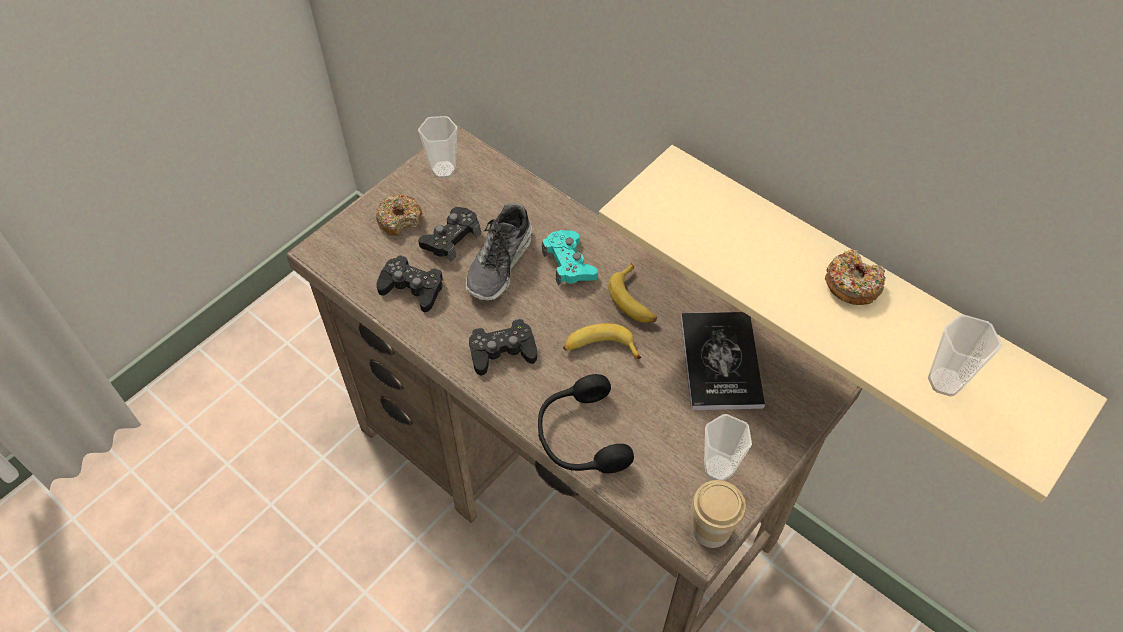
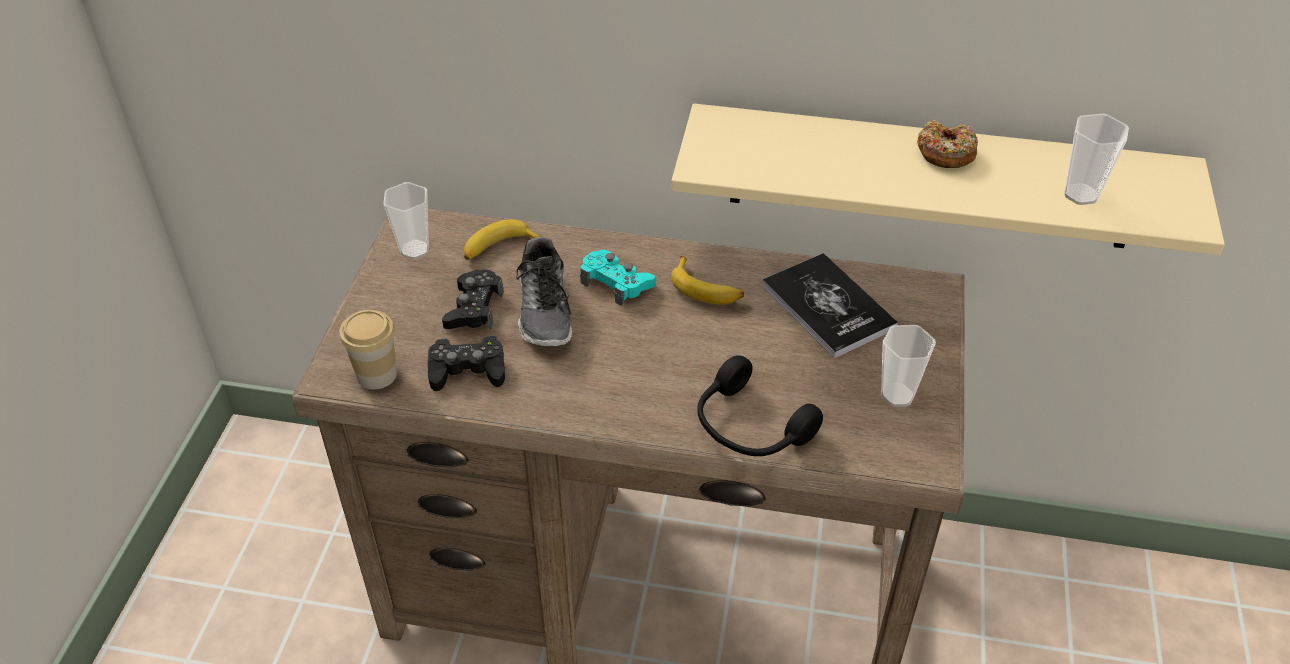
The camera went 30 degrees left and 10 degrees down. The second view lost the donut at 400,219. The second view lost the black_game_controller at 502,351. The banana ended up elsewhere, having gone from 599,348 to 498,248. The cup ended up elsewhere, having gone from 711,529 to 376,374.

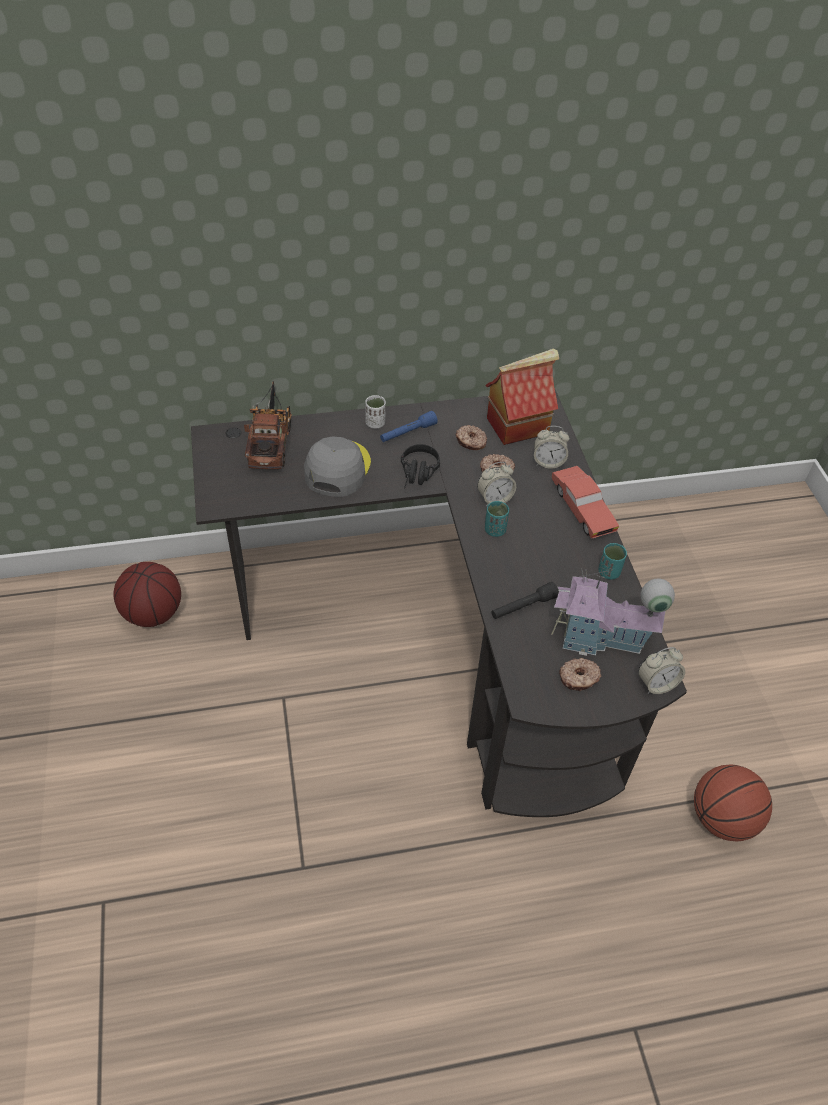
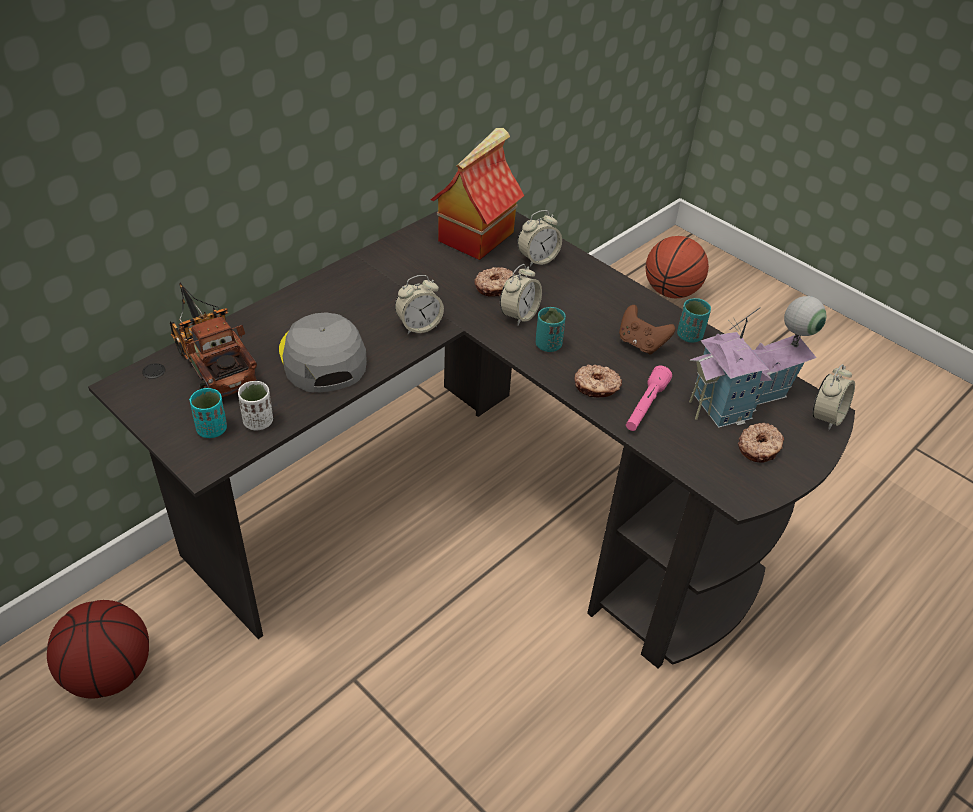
The camera went 35 degrees left and 5 degrees down. The white_cup ended up elsewhere, having gone from 375,423 to 258,422. The second view lost the blue_flashlight at 408,433. The donut ended up elsewhere, having gone from 471,442 to 596,387. Where the black_headphones stood at 418,475, the alarm_clock came to stand at 419,326. The second view lost the red_toy_car at 581,509. What was the black_flashlight at 523,607 turned into the pink_flashlight at 645,406. The basketball ended up elsewhere, having gone from 722,818 to 671,291. The second view gained the brown_game_controller at 641,343. The second view gained the turquoise_cup at 212,429.

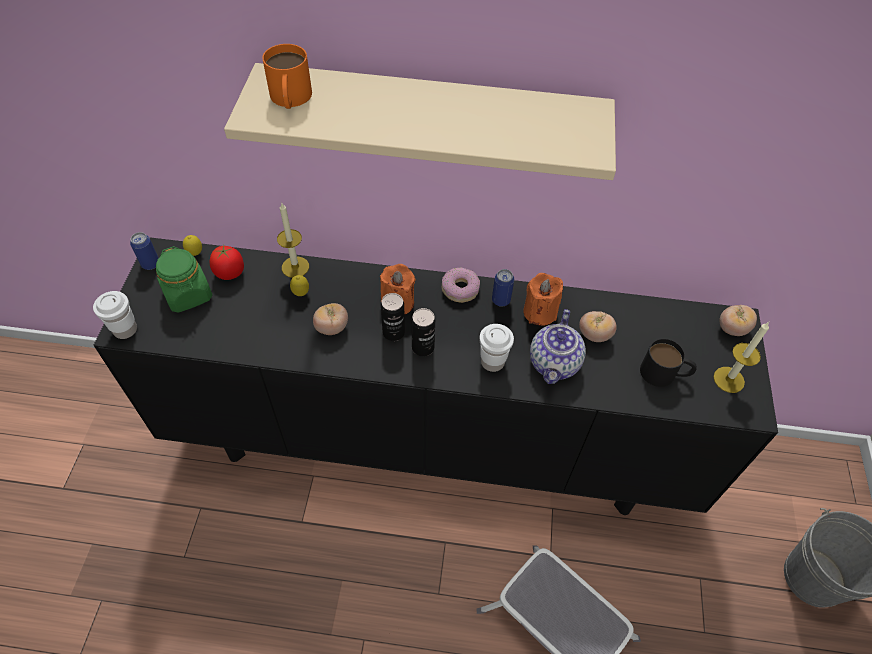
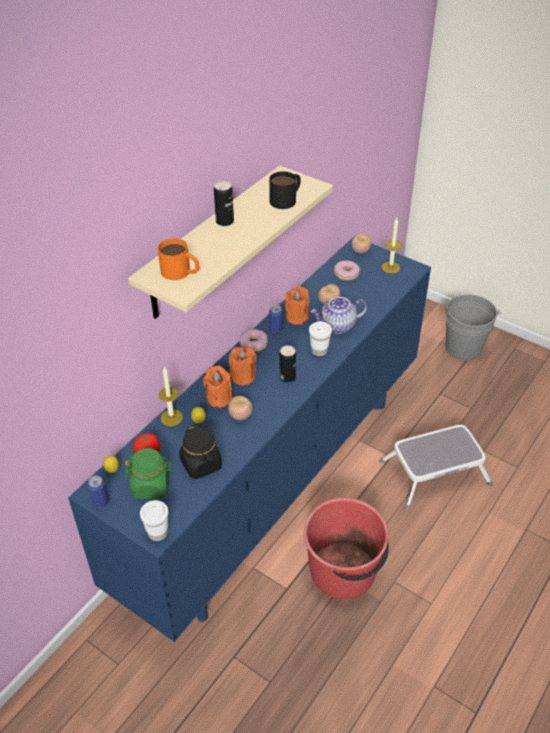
The camera went 60 degrees left and 10 degrees down. What was the black_cabinet at 432,445 turned into the blue_cabinet at 274,484. The can ended up elsewhere, having gone from 393,332 to 224,221. The teapot at 555,363 ended up facing another way, 120 degrees clockwise from before. The black_mug ended up elsewhere, having gone from 664,373 to 286,199. The second view gained the donut at 346,274. The second view gained the orange_candle at 219,398. The second view gained the black_jar at 201,464. The second view gained the red_bucket at 343,571.

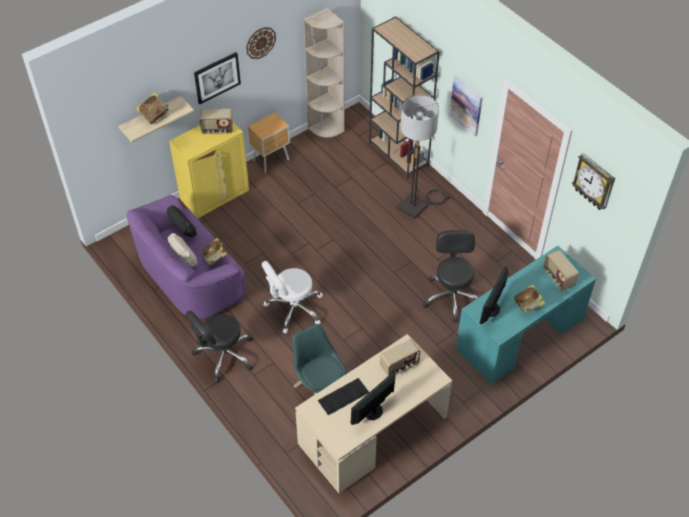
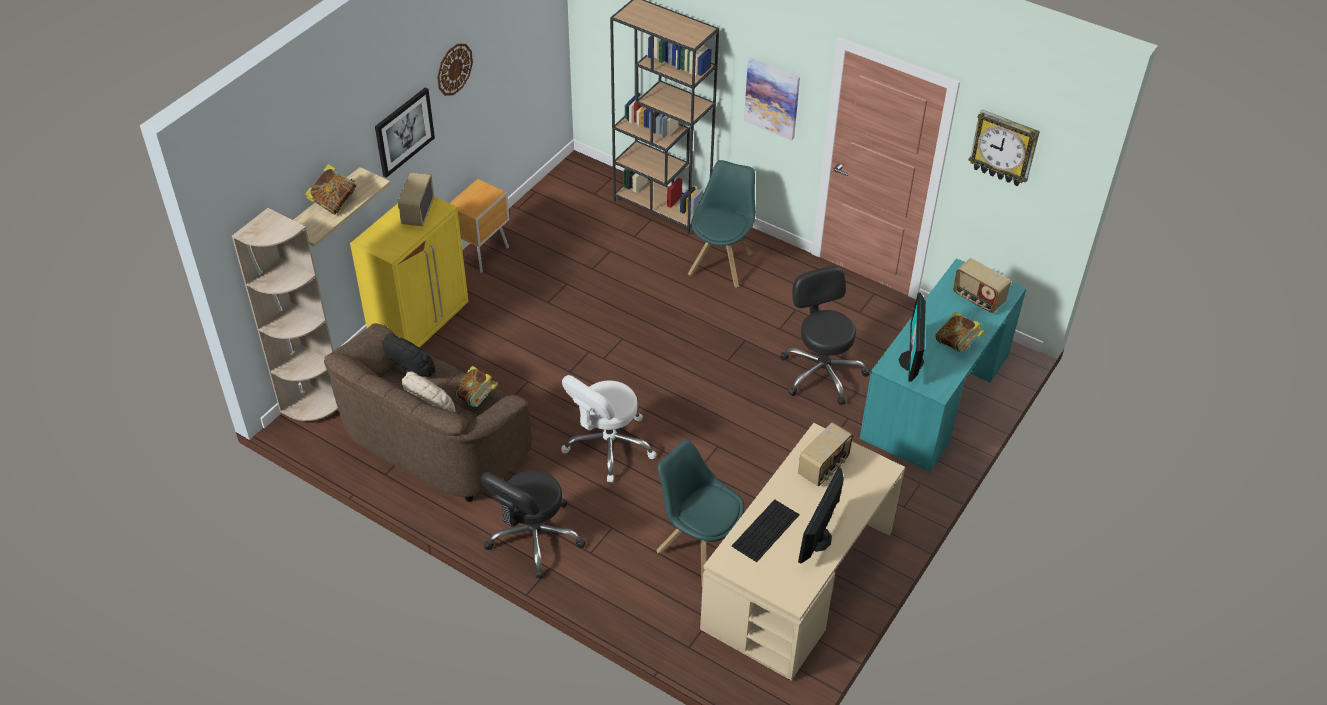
The camera went 20 degrees left and 5 degrees down. The beige_bookcase ended up elsewhere, having gone from 326,131 to 313,409. Where the floor_lamp stood at 419,204, the turquoise_chair came to stand at 721,264. The radio at 217,130 ended up facing another way, 120 degrees clockwise from before. What was the purple_sofa at 190,278 turned into the brown_sofa at 434,443.

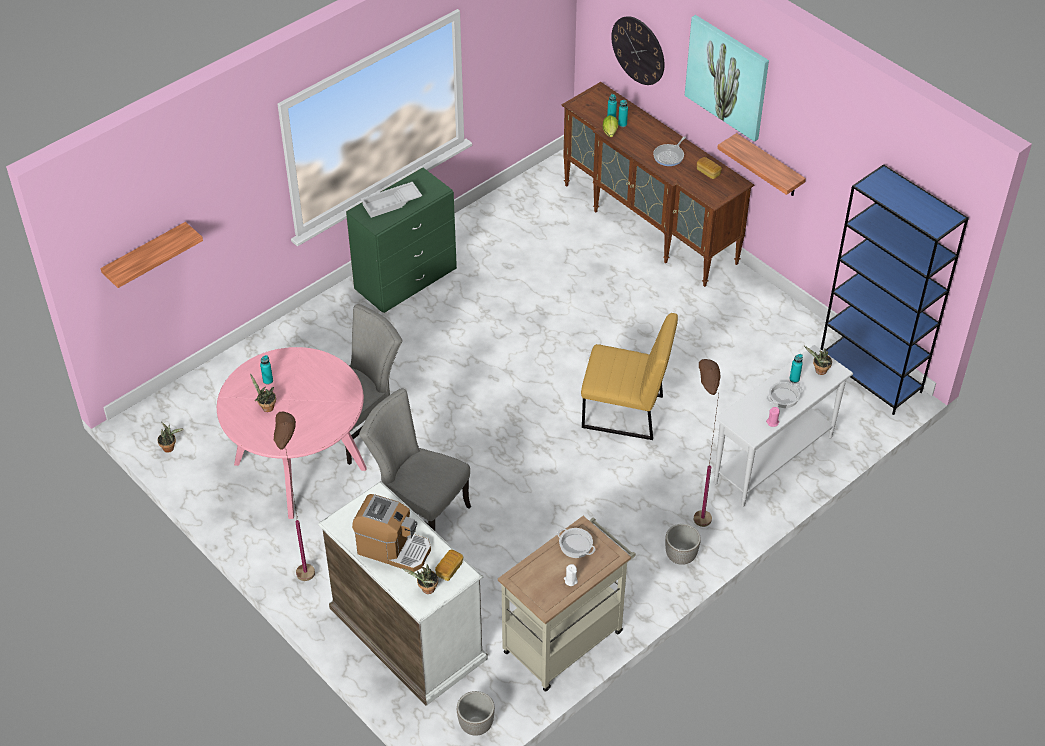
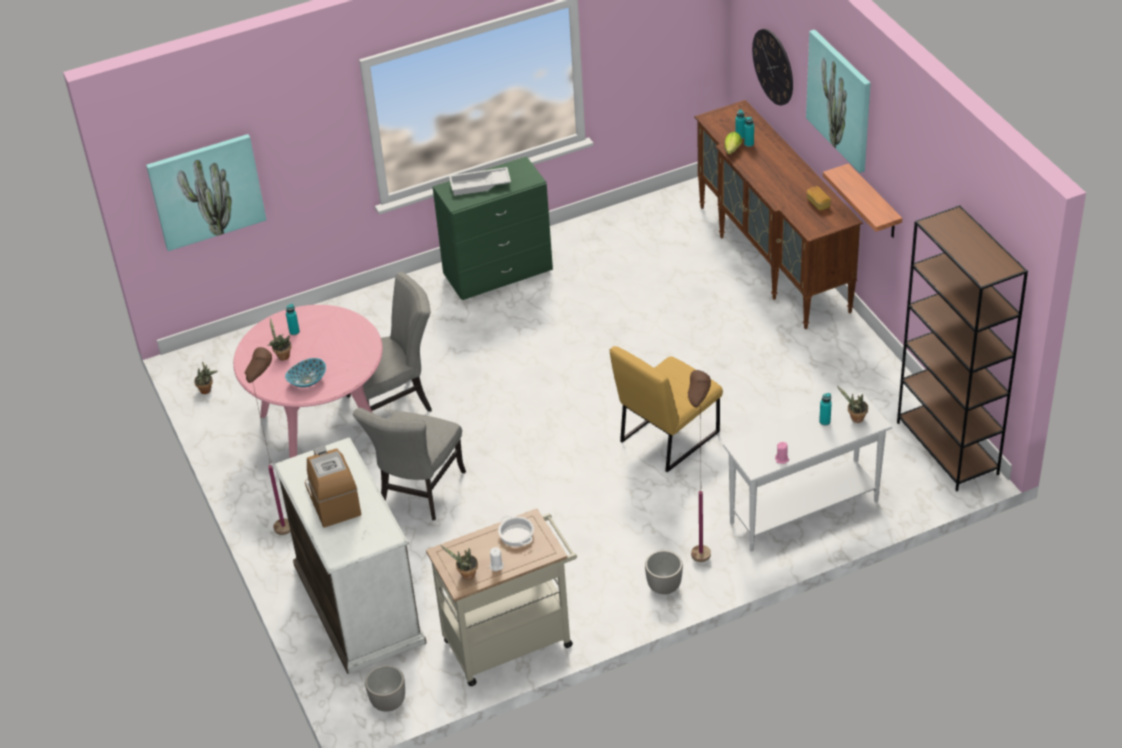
The camera went 20 degrees right and 5 degrees down. The second view lost the frying_pan at 669,156. What was the blue_bookcase at 870,376 turned into the brown_bookcase at 948,448. Where the shelf hung at 146,256, the picture came to hang at 206,191. The yellow_chair at 625,412 ended up facing another way, 105 degrees clockwise from before. The second view lost the cooking_pot at 783,398. The grey_chair at 419,511 ended up facing another way, 120 degrees counterclockwise from before. The coffee_machine at 393,548 ended up facing another way, 150 degrees counterclockwise from before. The second view lost the bread at 449,569. The potted_plant ended up elsewhere, having gone from 426,590 to 466,575. The second view gained the bowl at 307,381.

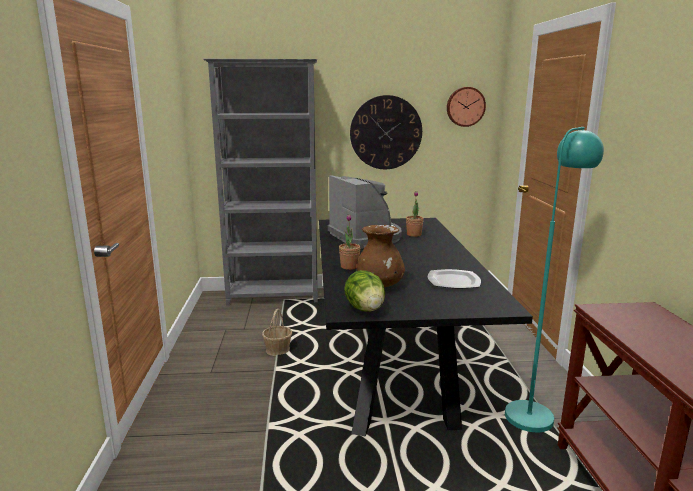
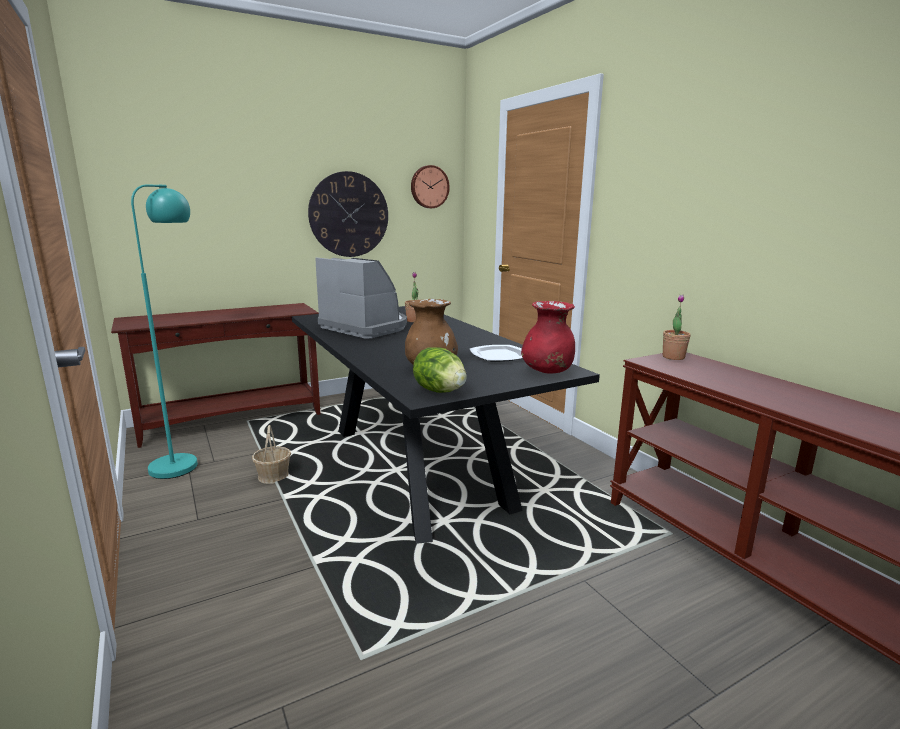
The camera went 25 degrees left and 0 degrees up. Where the grey_bookcase stood at 274,297, the brown_console_table came to stand at 232,420. The turquoise_floor_lamp ended up elsewhere, having gone from 535,412 to 184,462. The potted_plant ended up elsewhere, having gone from 349,266 to 673,357. The second view gained the red_vase at 547,372.

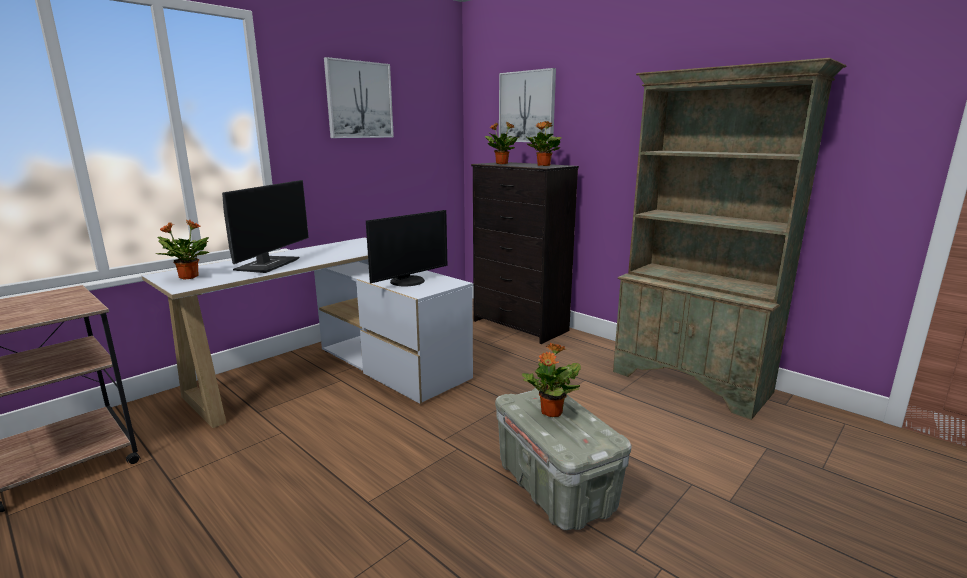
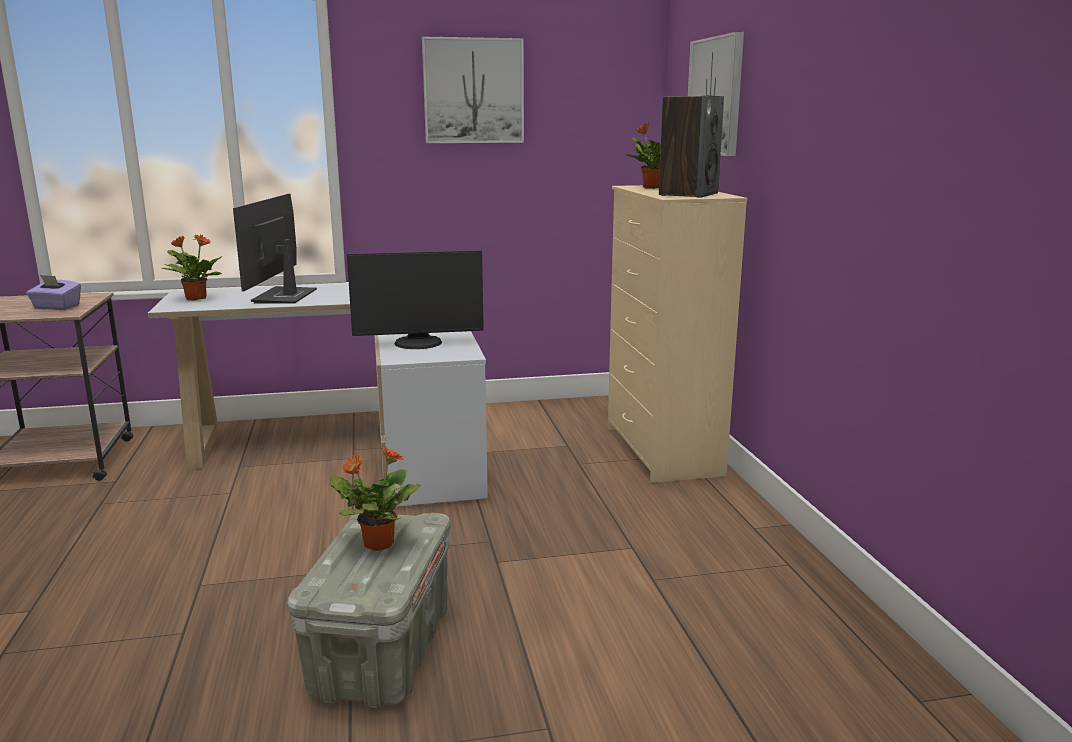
The camera went 35 degrees right and 0 degrees up. The second view lost the green_bookcase at 691,381. Where the potted_plant stood at 543,165, the speaker came to stand at 688,194. What was the black_dresser at 520,326 turned into the beige_dresser at 661,451. The monitor at 268,264 ended up facing another way, 135 degrees clockwise from before. The second view gained the purple_tissue_box at 56,307.

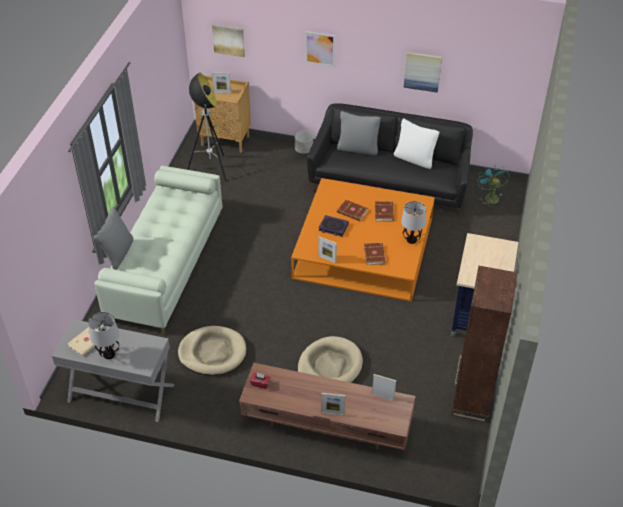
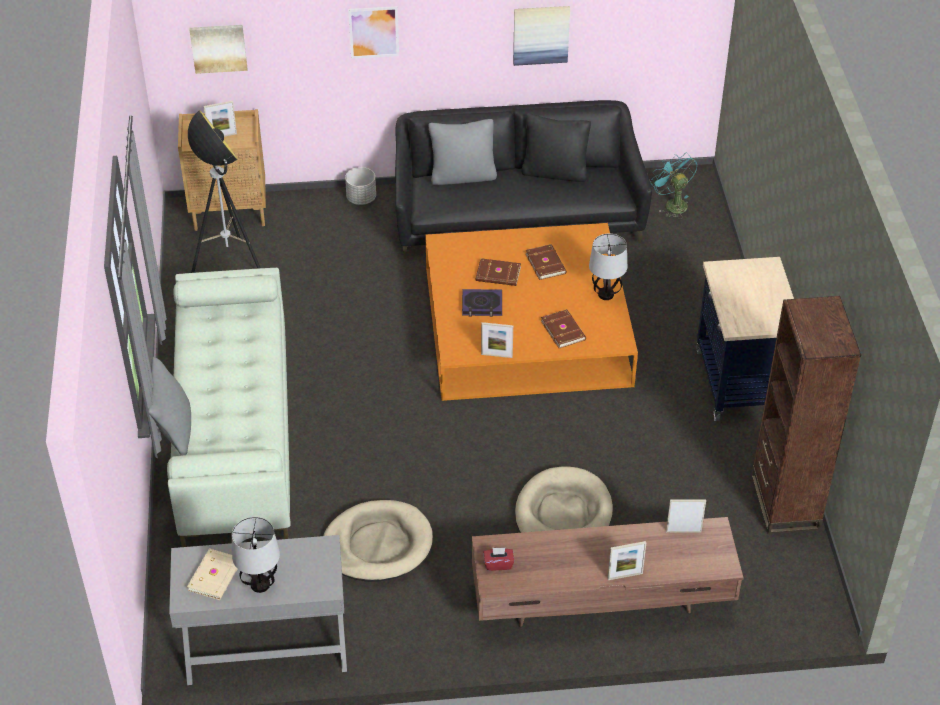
The camera went 20 degrees left and 0 degrees up. What was the white_pillow at 414,159 turned into the black_pillow at 555,172.

